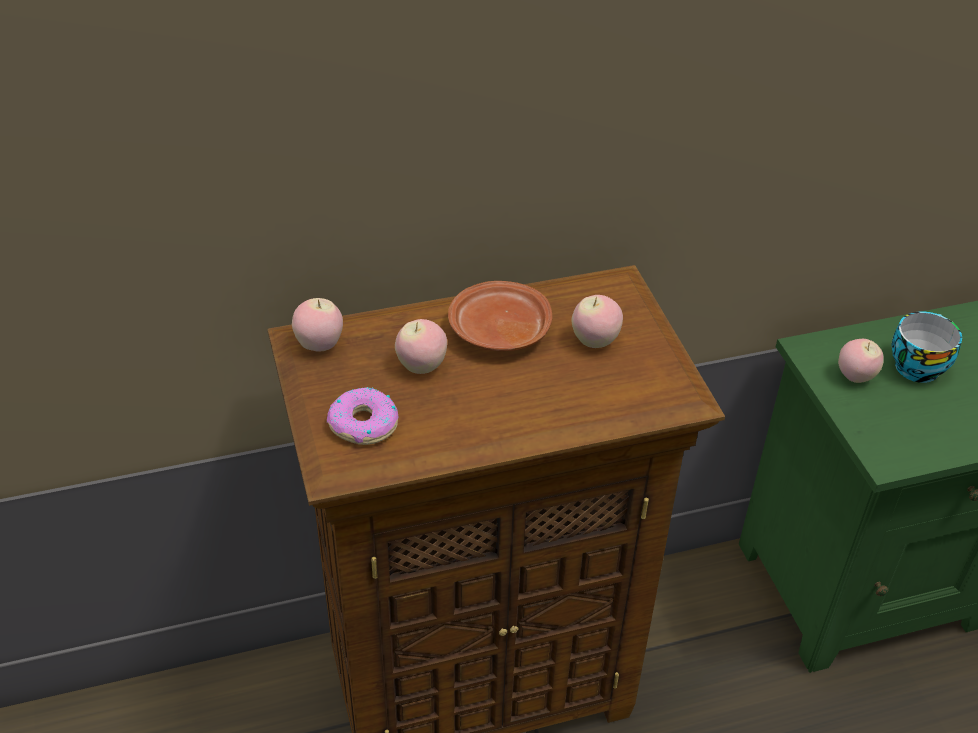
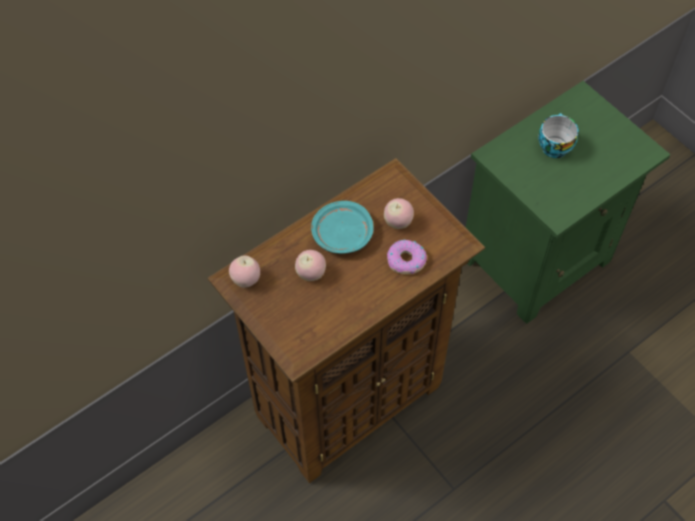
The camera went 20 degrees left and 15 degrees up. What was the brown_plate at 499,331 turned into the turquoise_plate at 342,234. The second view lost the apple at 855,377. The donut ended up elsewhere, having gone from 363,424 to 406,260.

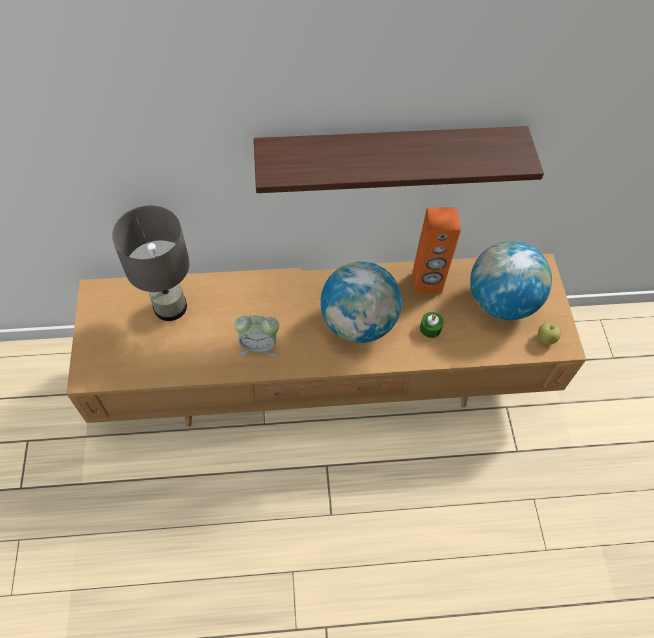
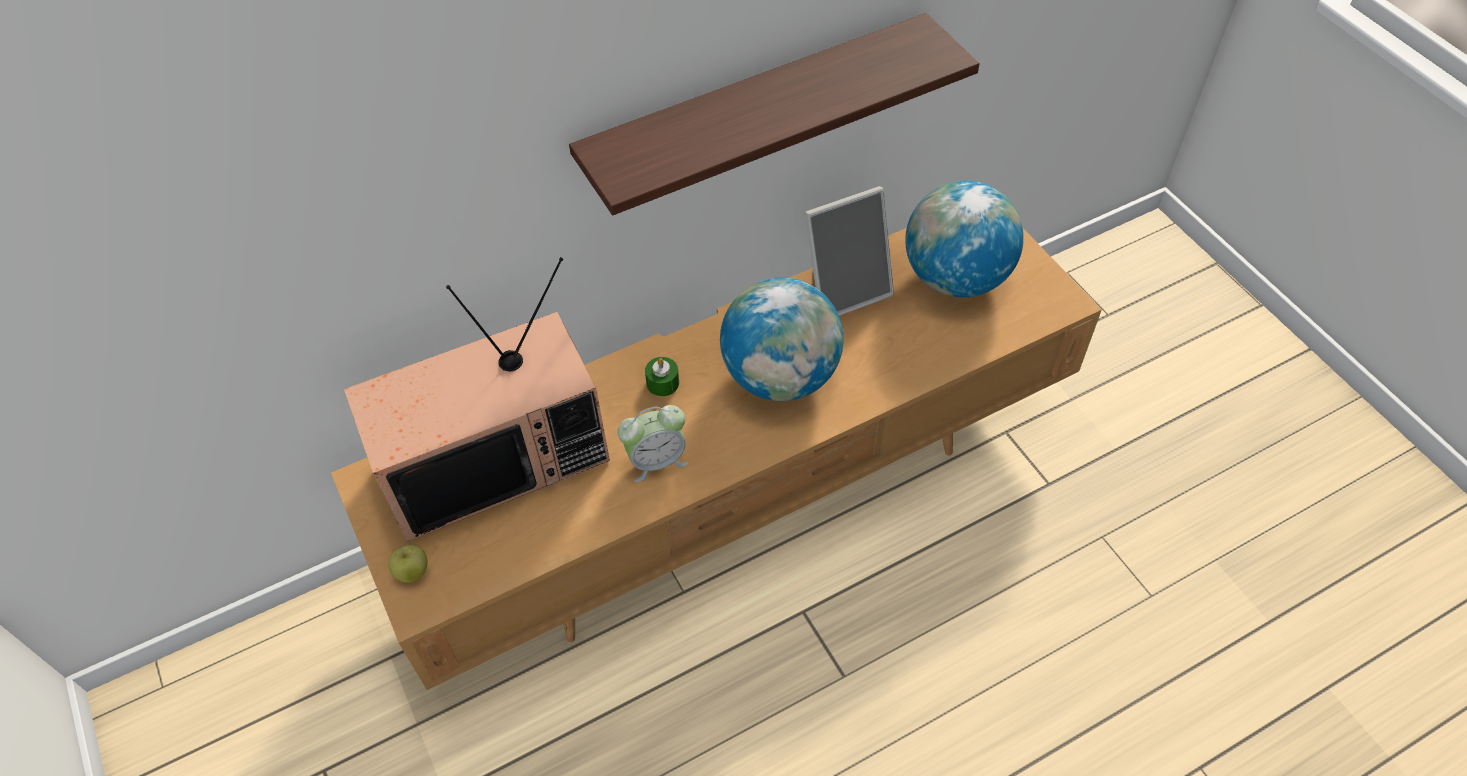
The camera went 20 degrees left and 5 degrees down. Where the grey_table_lamp stood at 171,306, the television came to stand at 496,457. Where the orange_speaker stood at 427,282, the picture_frame came to stand at 845,289. The green_candle ended up elsewhere, having gone from 430,328 to 662,383. The apple ended up elsewhere, having gone from 546,338 to 412,572.

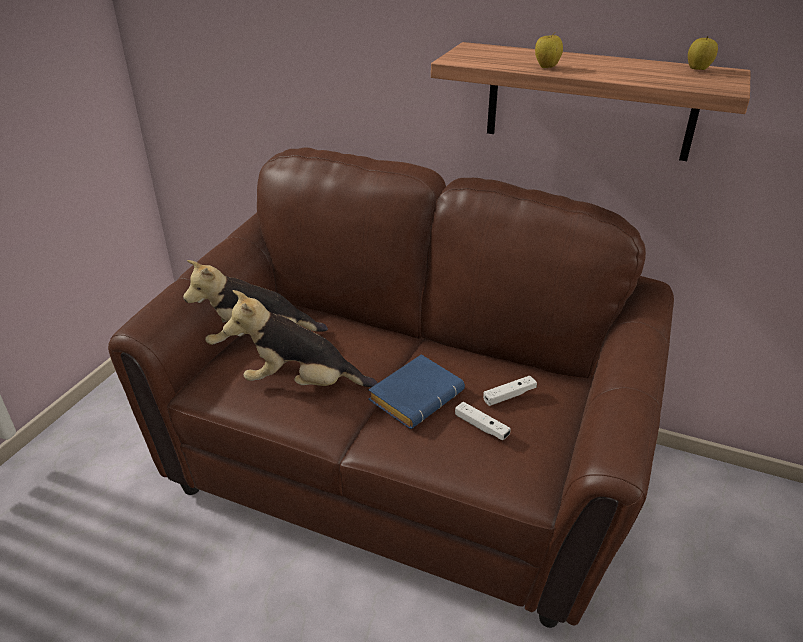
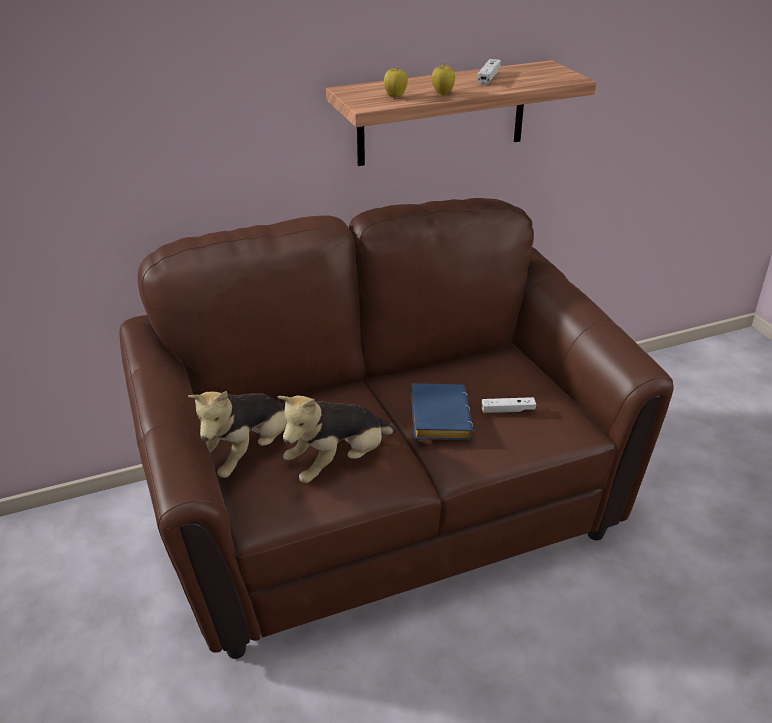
The camera went 45 degrees left and 0 degrees up. The apple ended up elsewhere, having gone from 698,70 to 395,96. The white_game_controller ended up elsewhere, having gone from 509,395 to 488,77.

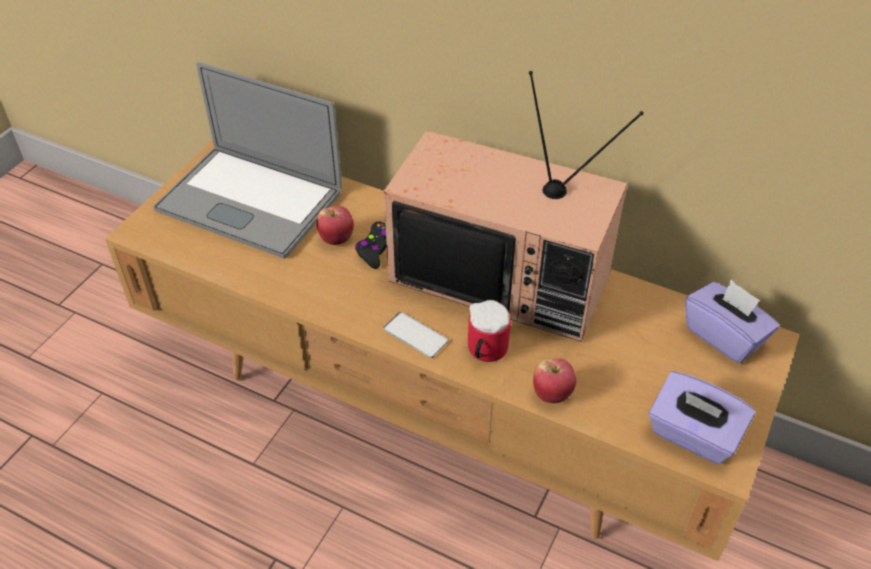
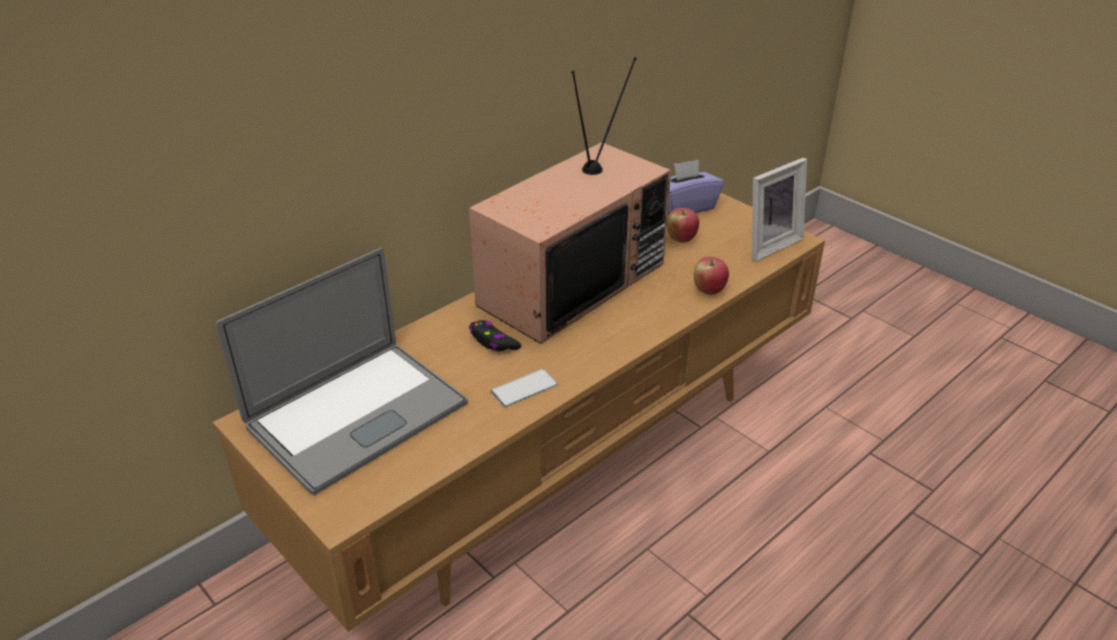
The camera went 70 degrees left and 10 degrees down. The apple ended up elsewhere, having gone from 337,239 to 681,239. The second view lost the mug at 483,351. The phone ended up elsewhere, having gone from 415,335 to 524,388. Where the purple_tissue_box stood at 692,435, the picture_frame came to stand at 768,244.

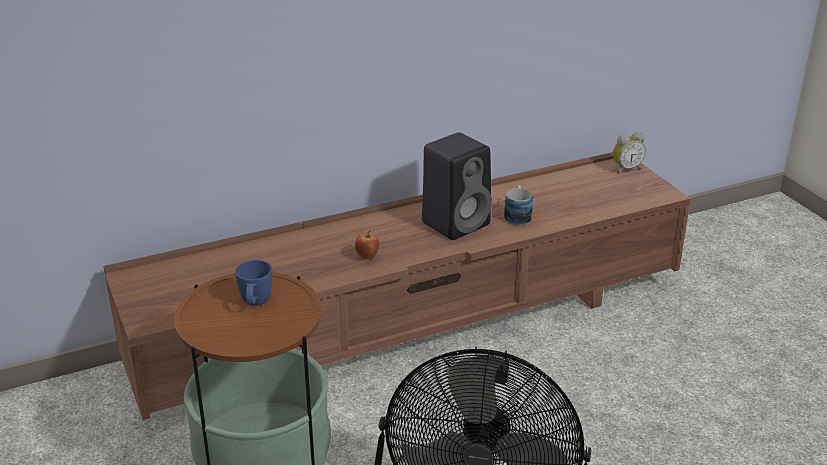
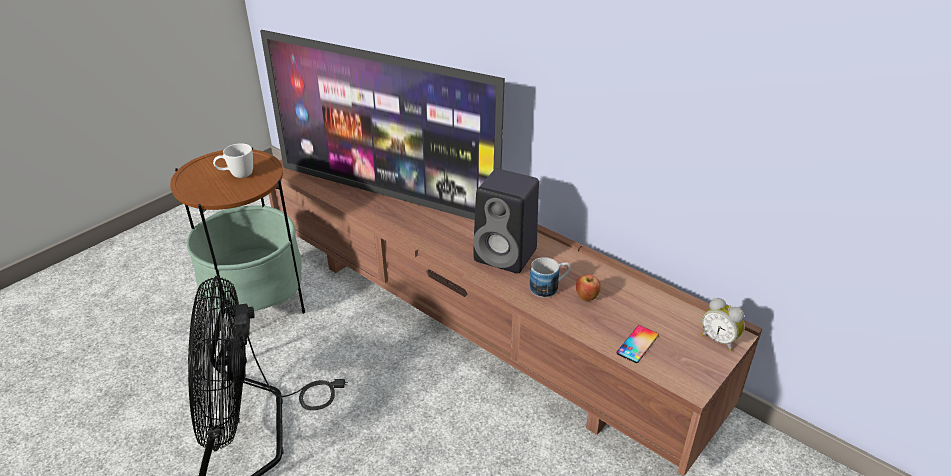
The camera went 65 degrees right and 5 degrees up. The apple ended up elsewhere, having gone from 367,257 to 586,298. What was the blue_mug at 255,304 turned into the white_mug at 237,175. The second view gained the television at 388,194. The second view gained the phone at 637,344.

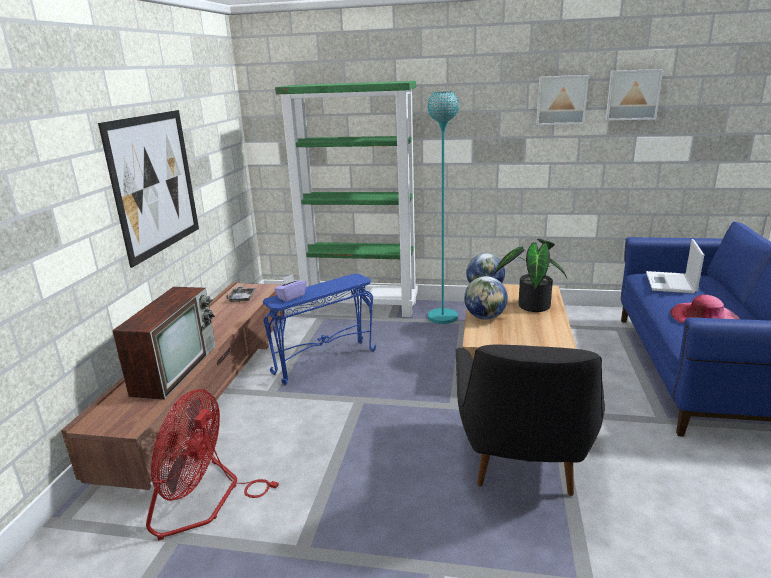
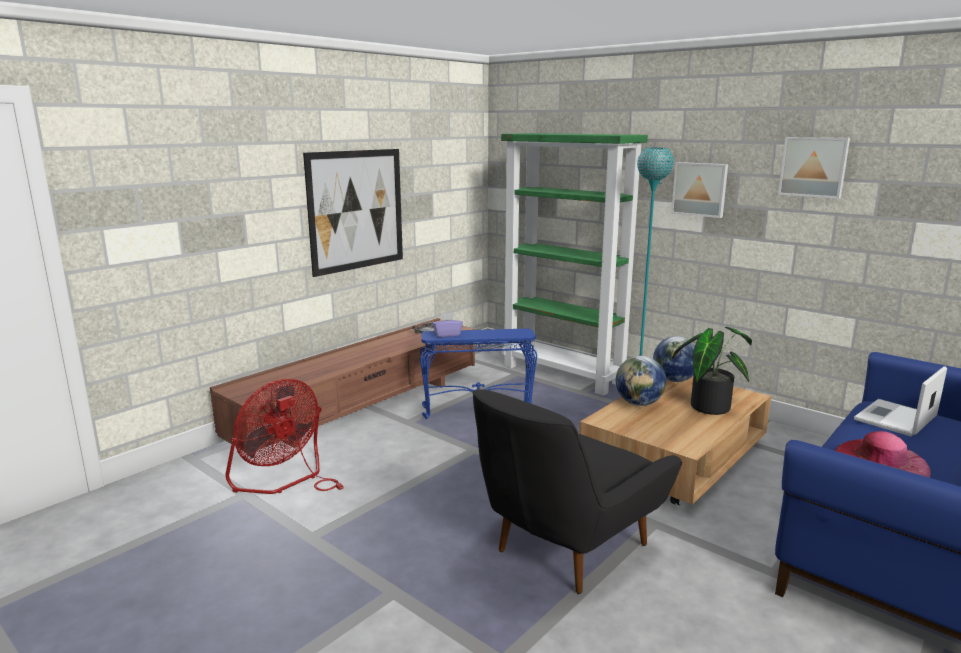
The camera went 30 degrees right and 5 degrees down. The picture ended up elsewhere, having gone from 632,95 to 700,189. The second view lost the television at 176,368.

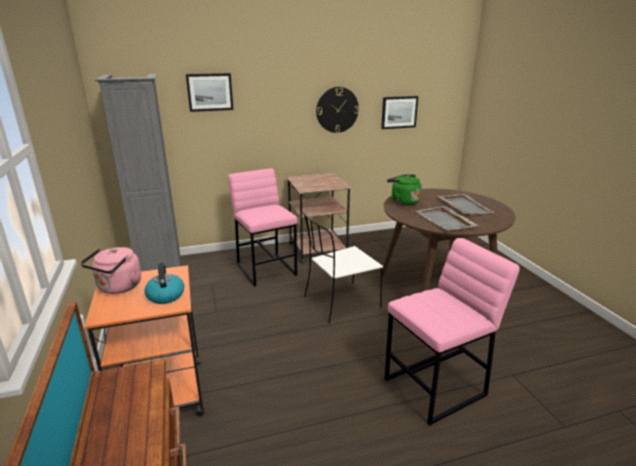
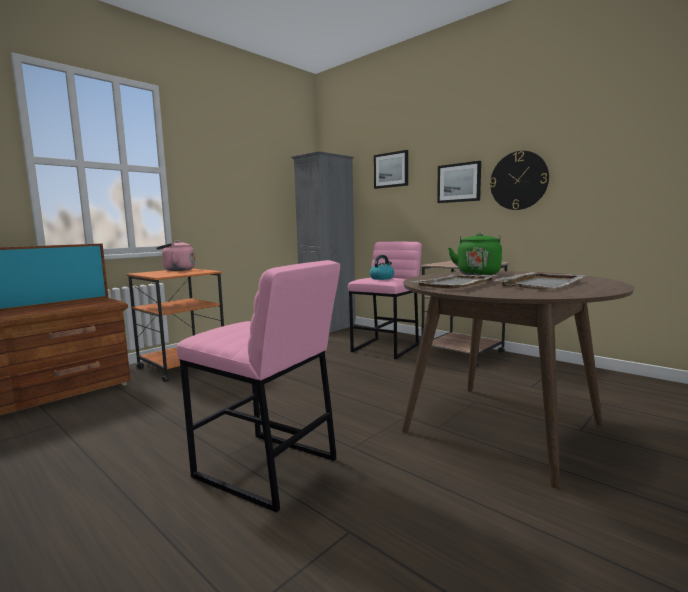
The camera went 60 degrees right and 15 degrees down. The picture ended up elsewhere, having gone from 399,112 to 459,182. The second view lost the white_chair at 340,302. The kettle ended up elsewhere, having gone from 165,295 to 382,278.

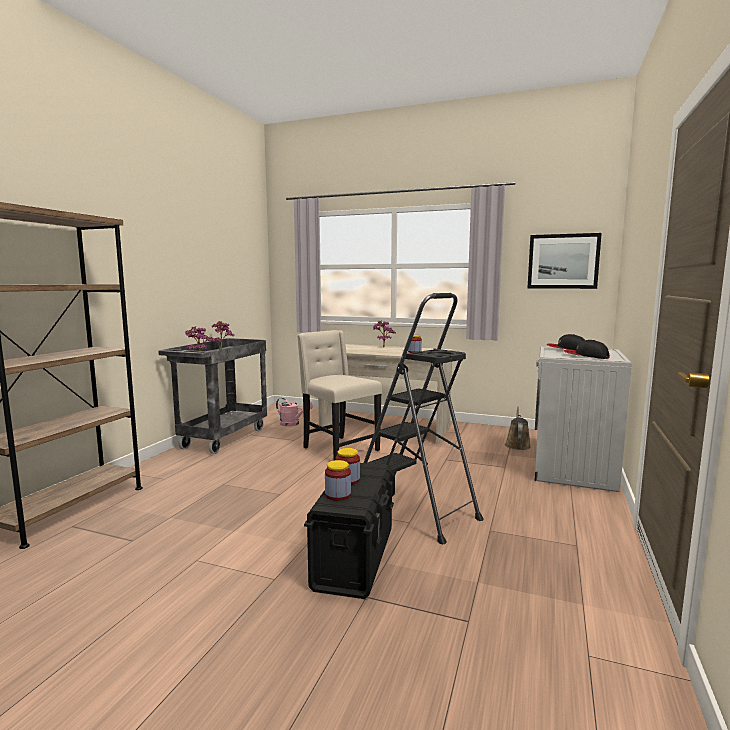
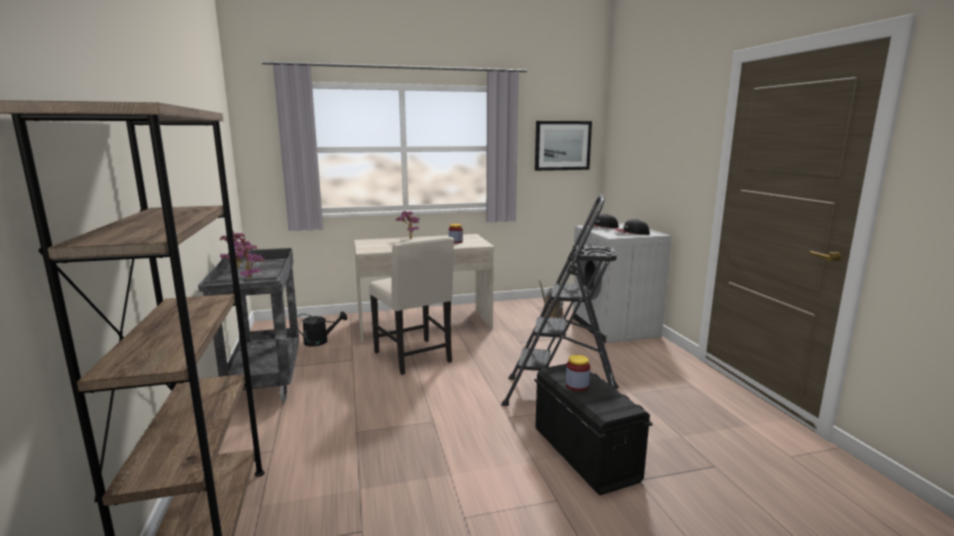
The camera went 35 degrees left and 5 degrees up. The beige_chair at 338,449 ended up facing another way, 135 degrees counterclockwise from before. What was the pink_watering_can at 292,424 turned into the black_watering_can at 320,341. The second view lost the jar at 338,495.

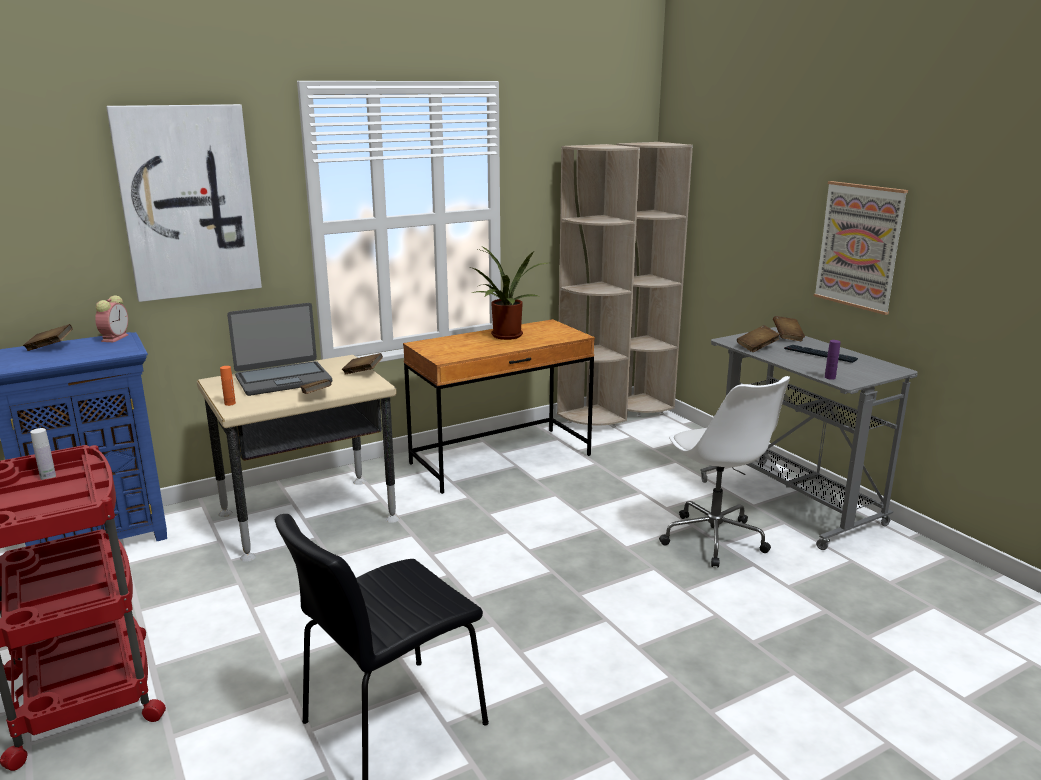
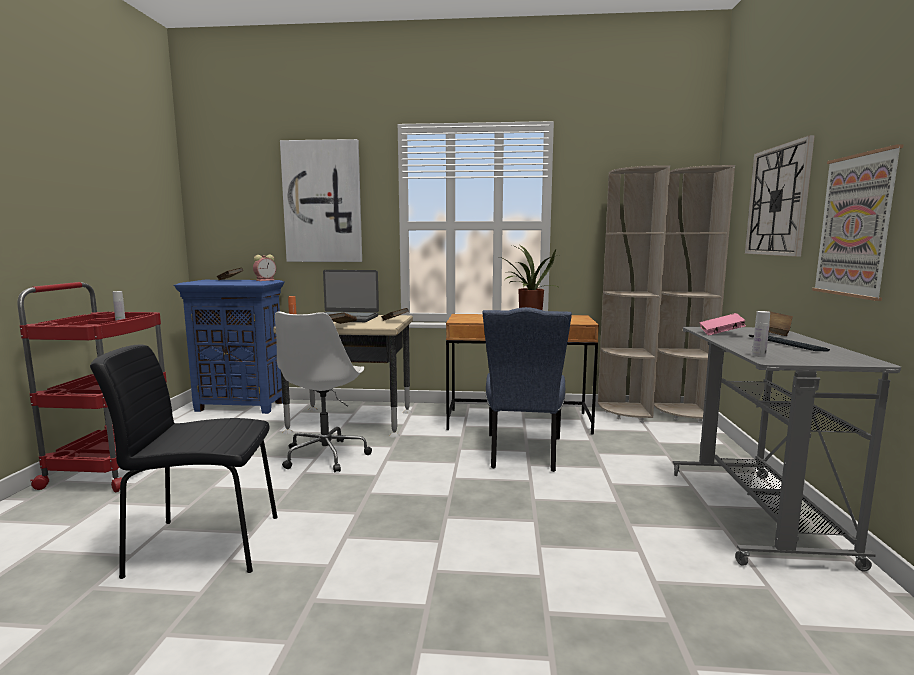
The camera went 35 degrees right and 10 degrees down. What was the brown_book at 757,347 turned into the pink_book at 721,334. What was the purple_bottle at 830,377 turned into the white_bottle at 759,355. The white_office_chair ended up elsewhere, having gone from 715,541 to 324,457. The second view gained the wall_clock at 778,201. The second view gained the blue_chair at 523,451.

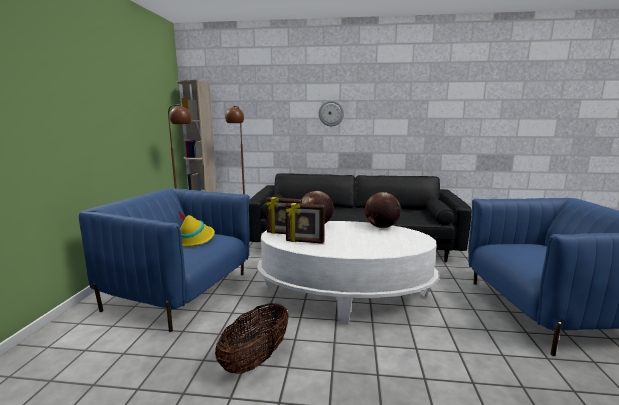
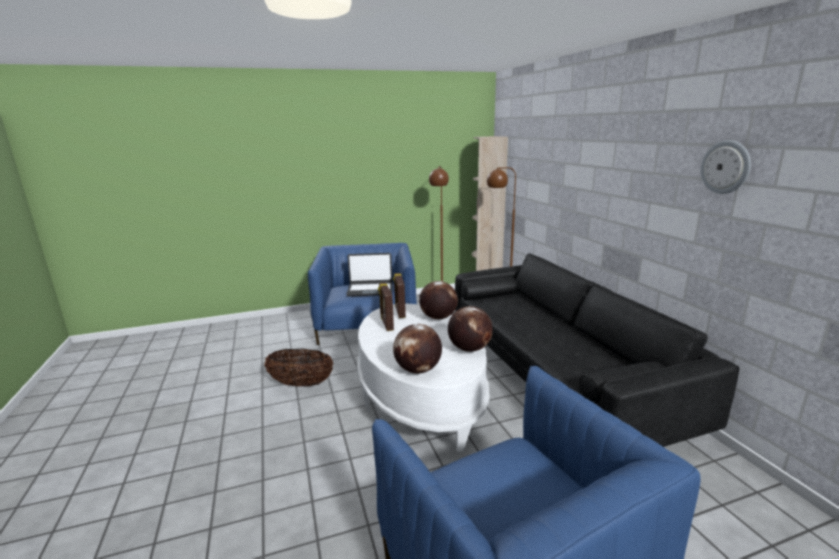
The camera went 65 degrees right and 5 degrees up. The wall_clock ended up elsewhere, having gone from 331,113 to 725,167. Where the yellow_hat stood at 194,239, the laptop came to stand at 370,290. The second view gained the globe at 418,370.

